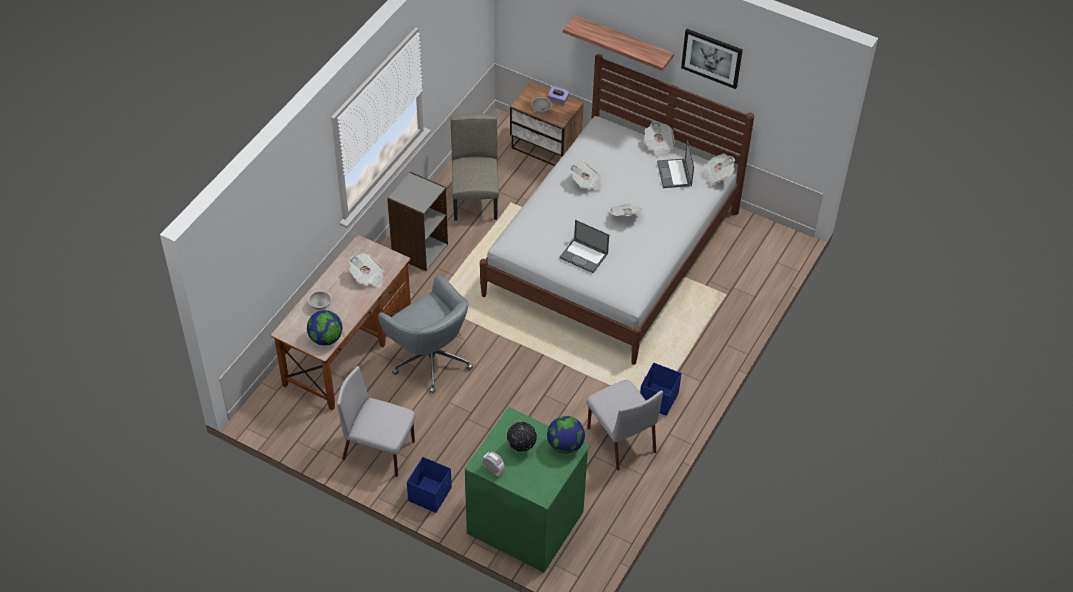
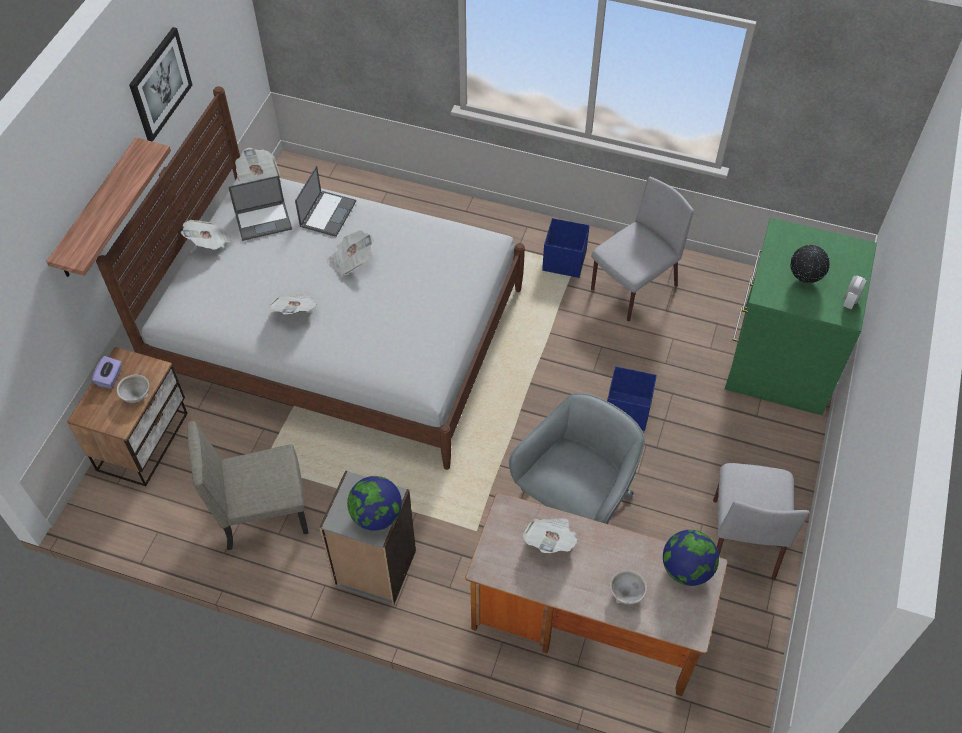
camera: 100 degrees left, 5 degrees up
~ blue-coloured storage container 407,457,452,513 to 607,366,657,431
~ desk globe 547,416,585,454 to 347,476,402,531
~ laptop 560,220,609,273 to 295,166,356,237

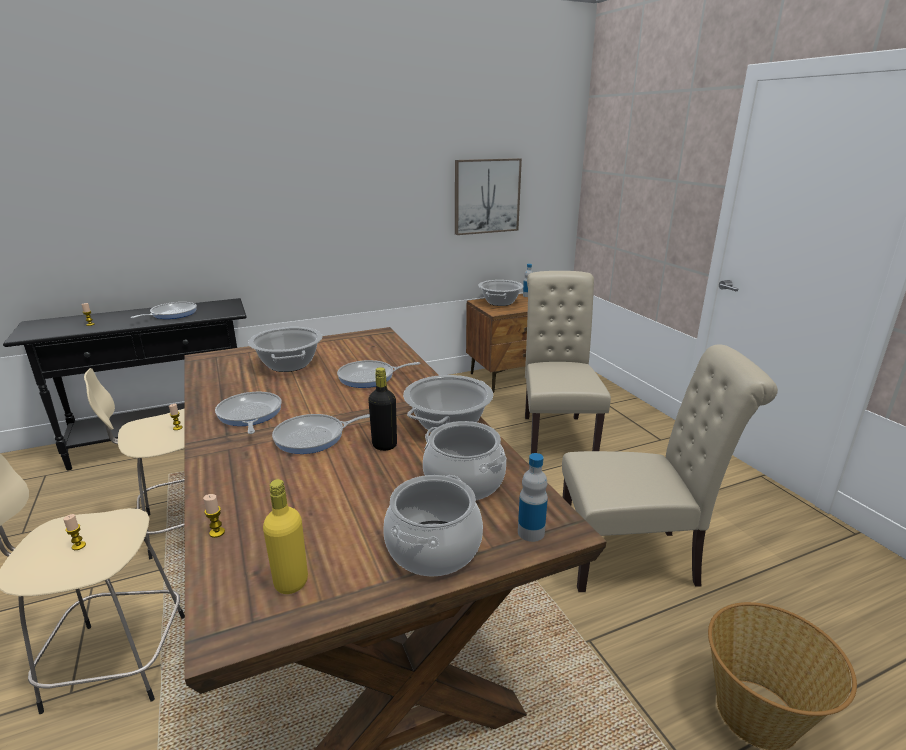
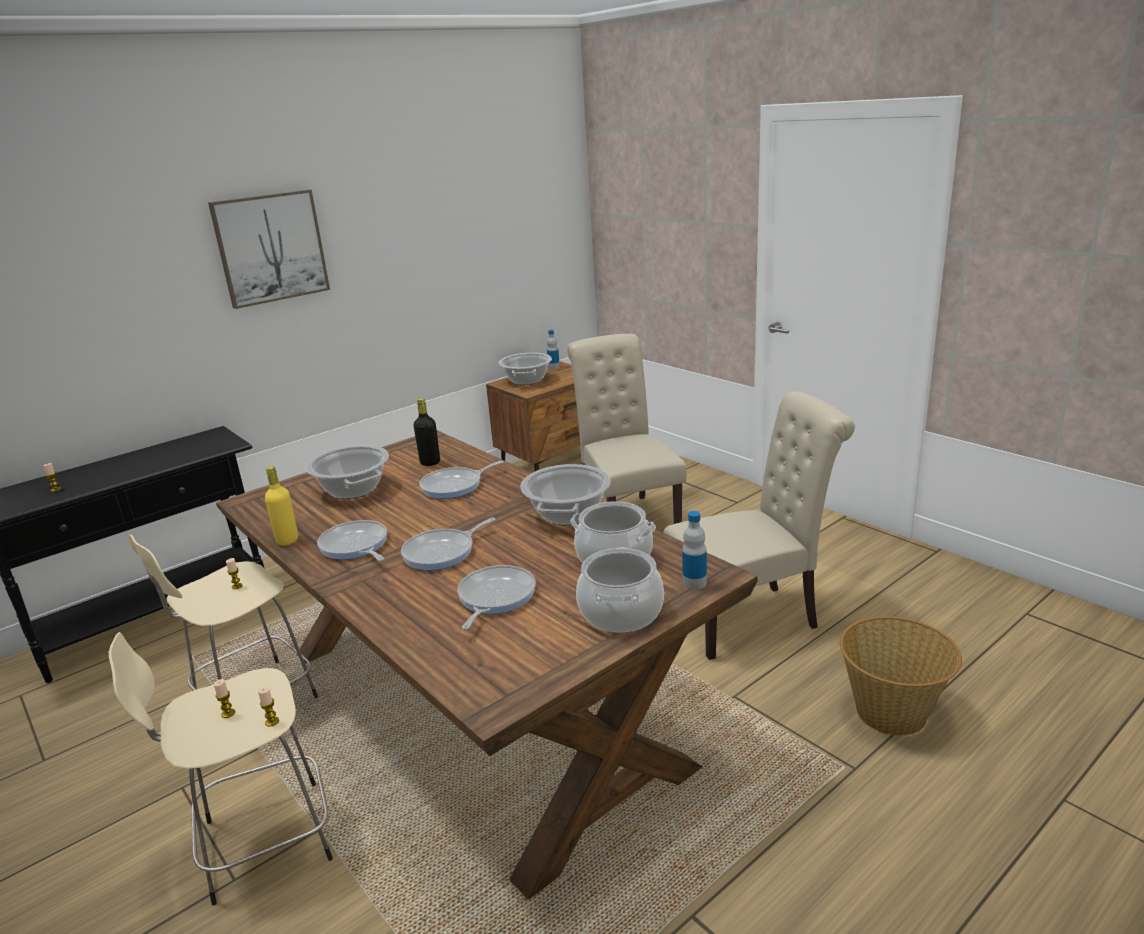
camera: 15 degrees left, 0 degrees up
~ frying pan 130,302,197,319 to 457,565,536,630
~ candle 203,494,225,538 to 258,687,279,727
~ yellowish drink bottle 263,479,308,594 to 265,466,298,546
~ black drink bottle 368,367,397,451 to 414,398,440,466
~ wall picture 455,158,522,235 to 208,190,330,309

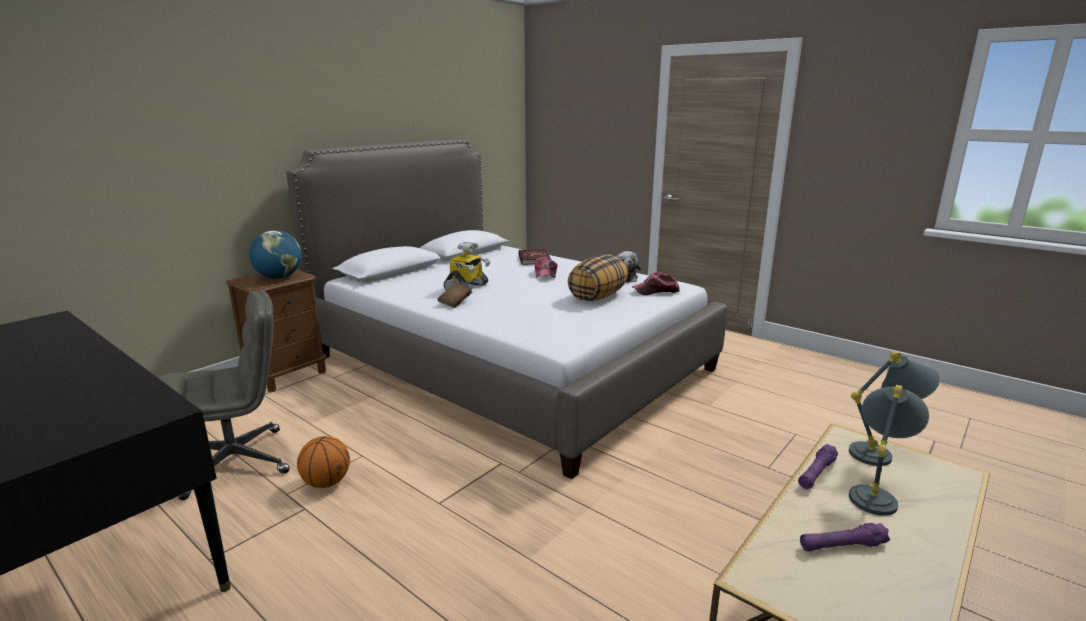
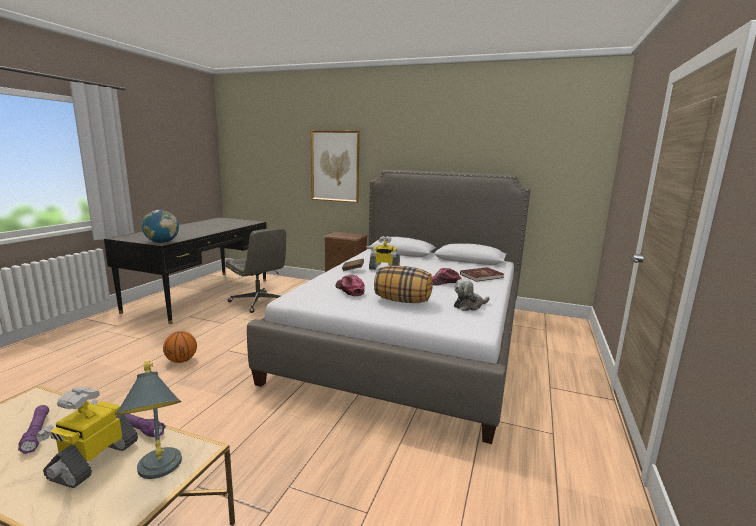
camera: 70 degrees right, 5 degrees down
+ wall picture 311,130,360,203
~ desk globe 249,230,302,279 to 142,210,179,243
~ basketball 297,436,350,488 to 163,331,197,363
~ baseball cap 632,272,680,295 to 336,275,365,296
~ grey table lamp 849,385,929,516 to toy robot 36,386,138,488

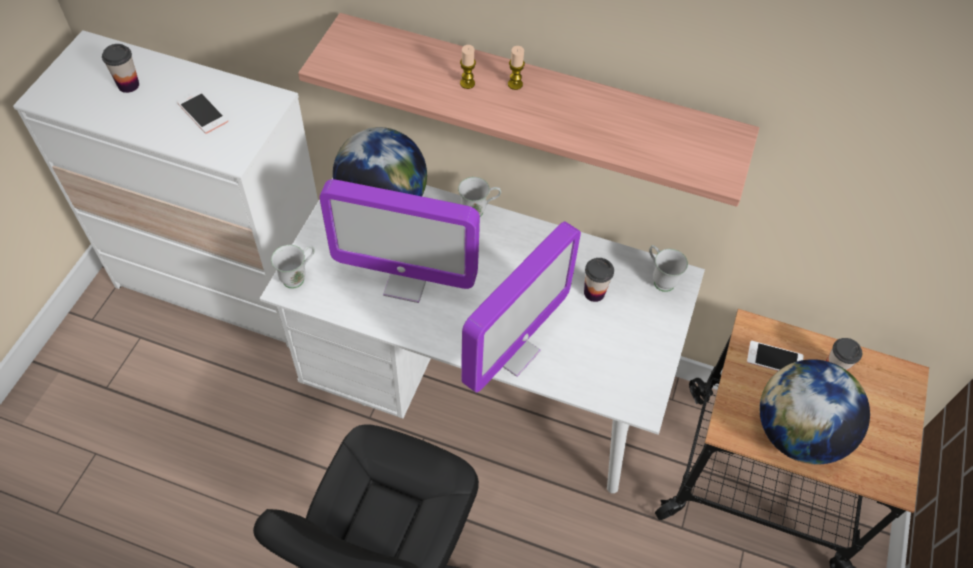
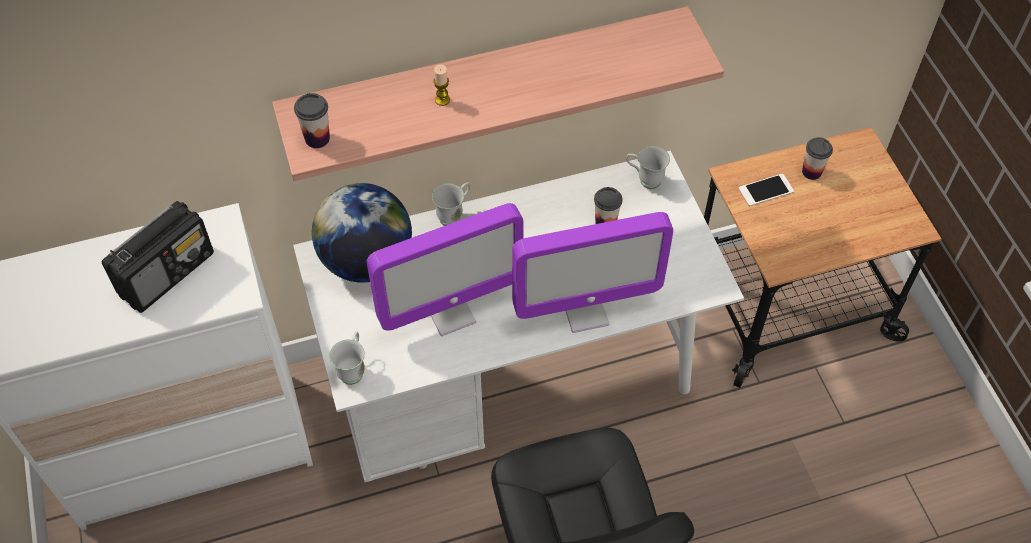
camera: 35 degrees left, 0 degrees up
- candle 508,46,525,90
- desk globe 760,359,870,464
~ cup 102,44,139,93 to 294,93,330,148
~ phone 177,91,228,134 to radio set 102,201,214,313
~ computer display 461,222,581,393 = 512,212,673,333 75 degrees clockwise

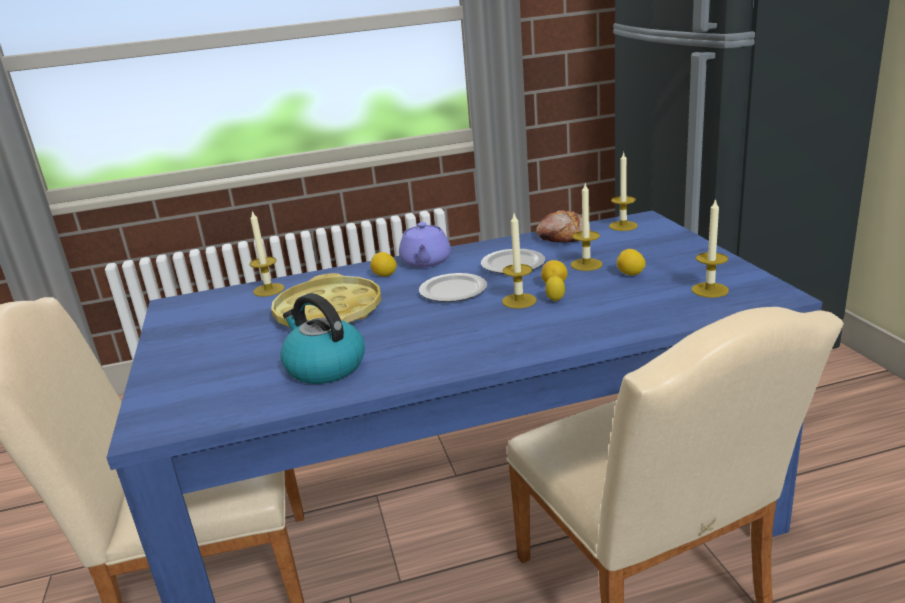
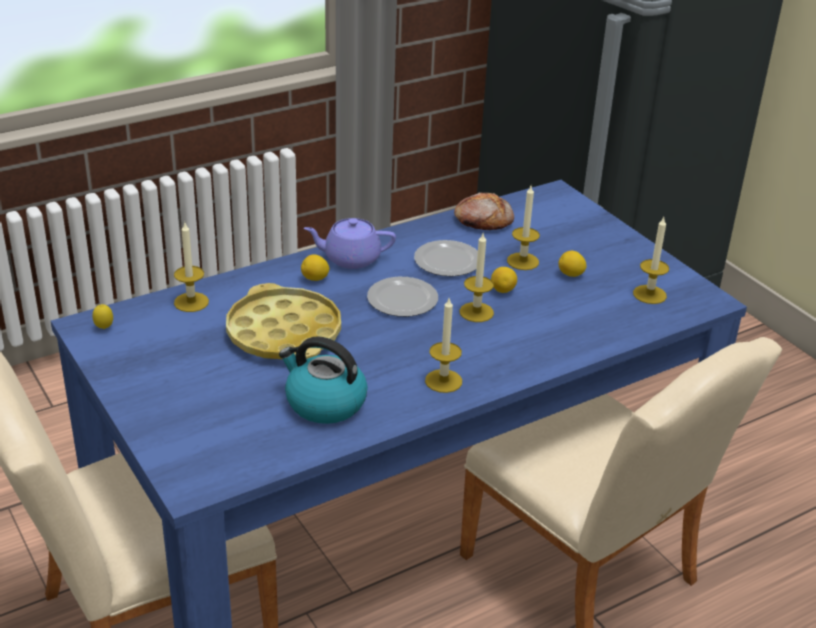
camera: 20 degrees left, 10 degrees up
~ citrus fruit 545,276,565,302 to 93,304,113,329
~ candle 609,153,638,231 to 425,298,462,393
~ purple pot for tea 399,222,451,268 = 304,218,396,269 105 degrees clockwise

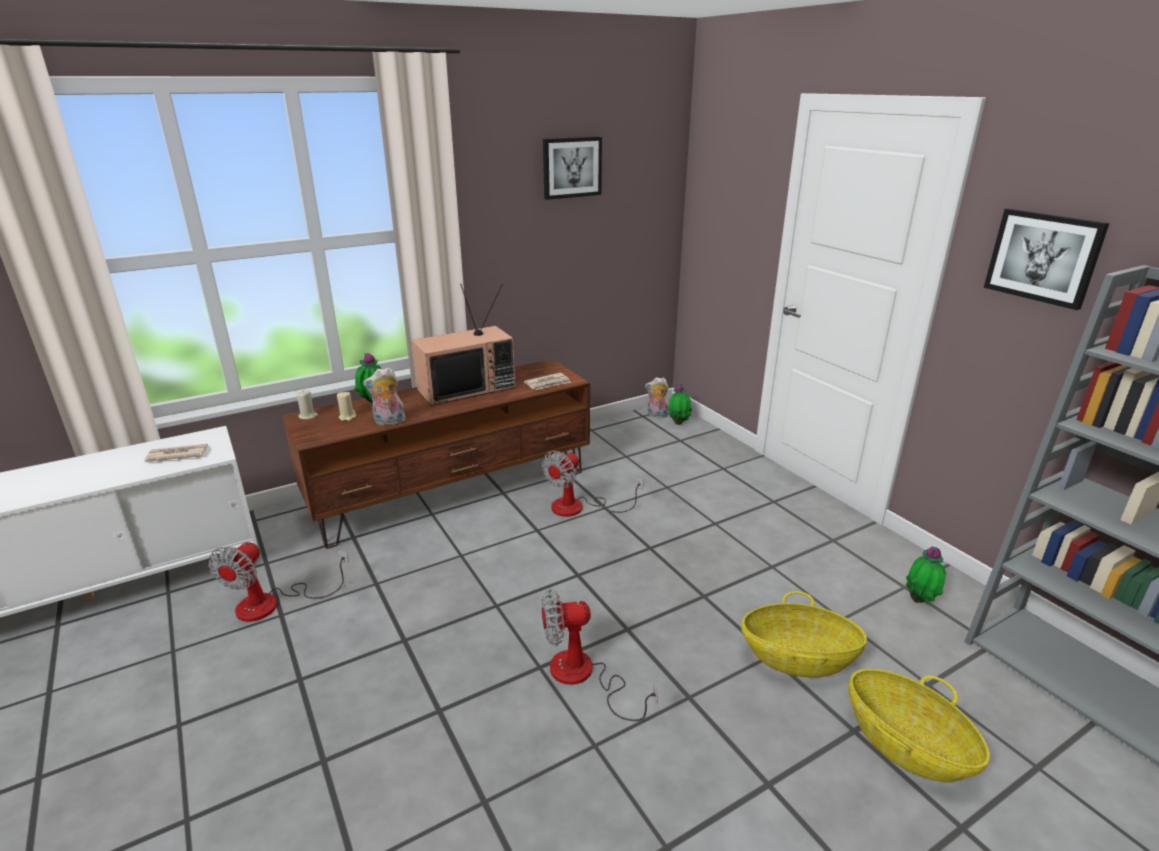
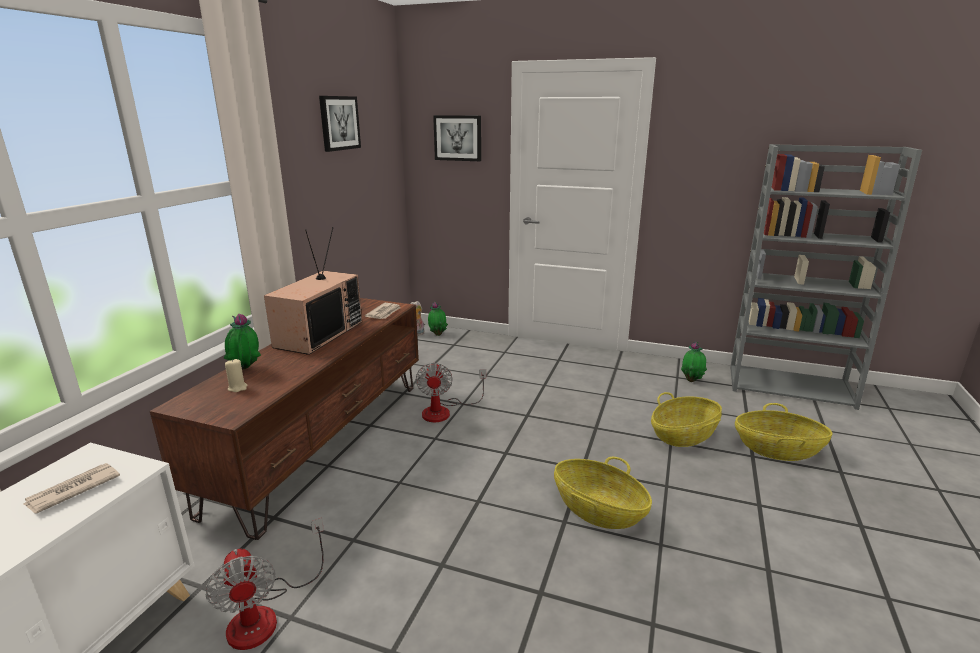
camera: 40 degrees left, 5 degrees down
- beige candle 296,390,318,419
- cuddly toy 363,367,405,426
~ wall picture 984,208,1109,310 to 433,115,481,161
~ cooling fan 542,589,658,721 to storage basket 554,457,652,529

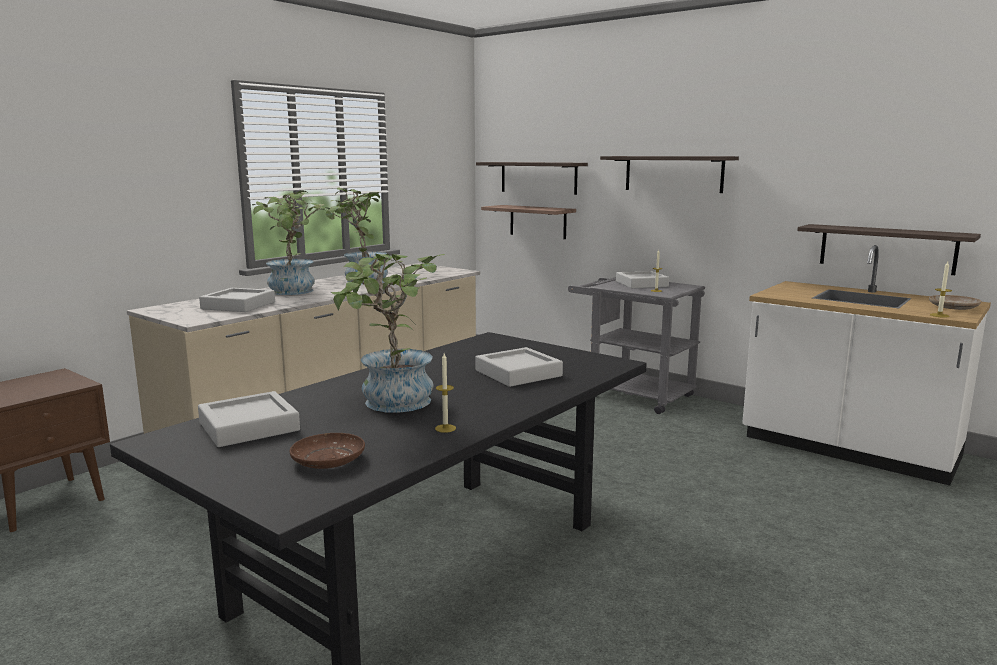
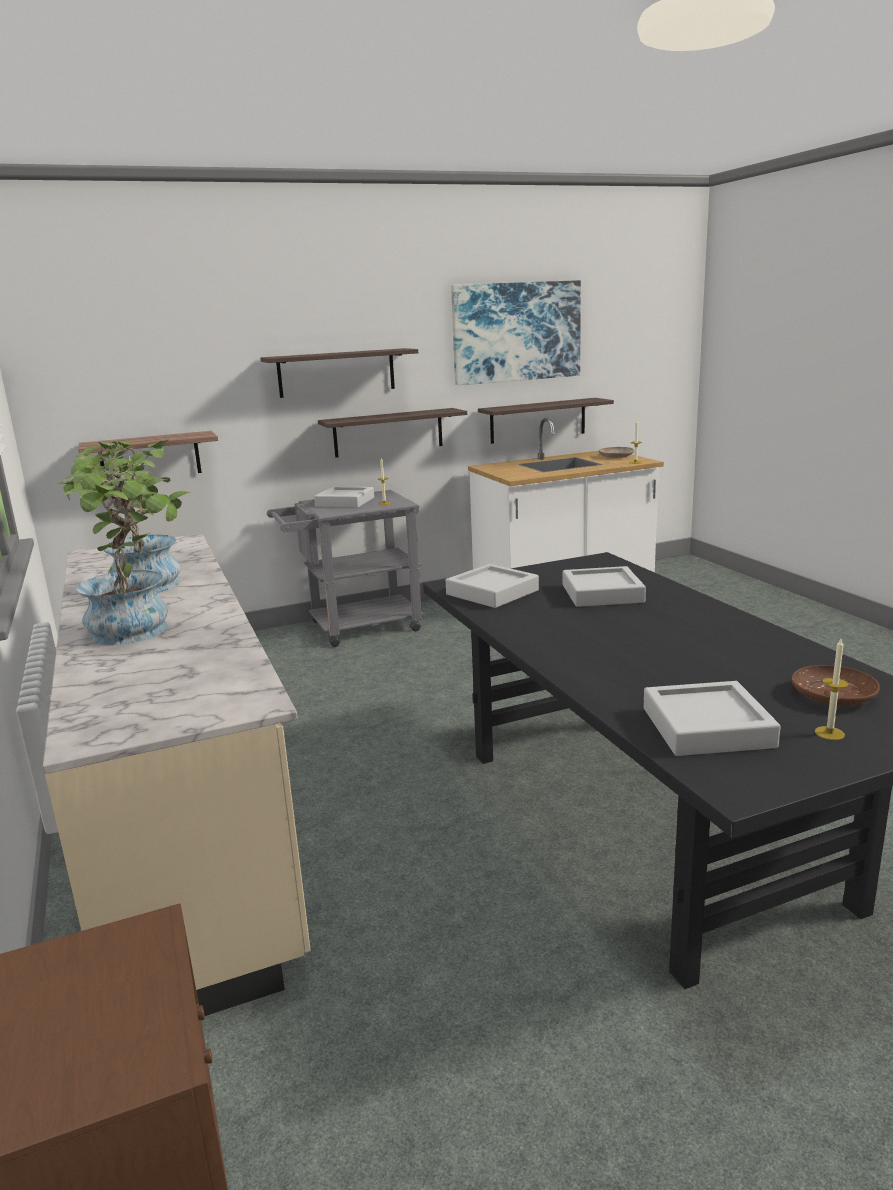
camera: 60 degrees left, 5 degrees up
- houseplant 331,254,445,413
+ wall picture 451,280,581,385
~ grey carrying tray 199,288,275,312 to 446,564,539,608
~ candle 435,353,456,433 to 815,639,849,740
~ wall shelf 476,162,588,195 to 318,408,467,458

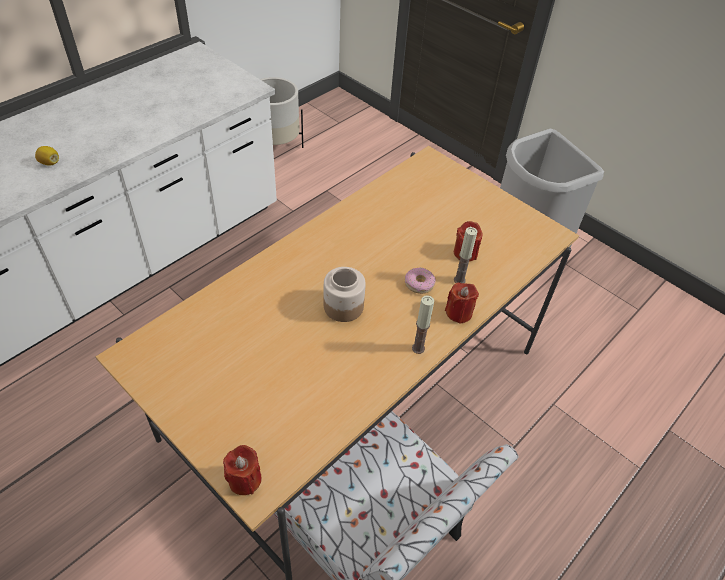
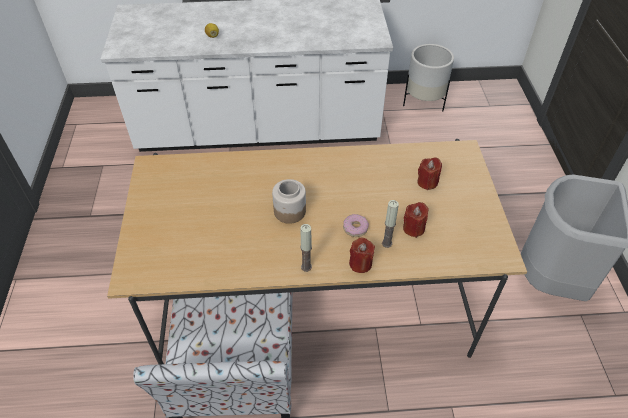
camera: 45 degrees right, 0 degrees up
~ red-coloured candle 223,445,262,495 to 417,157,442,190

